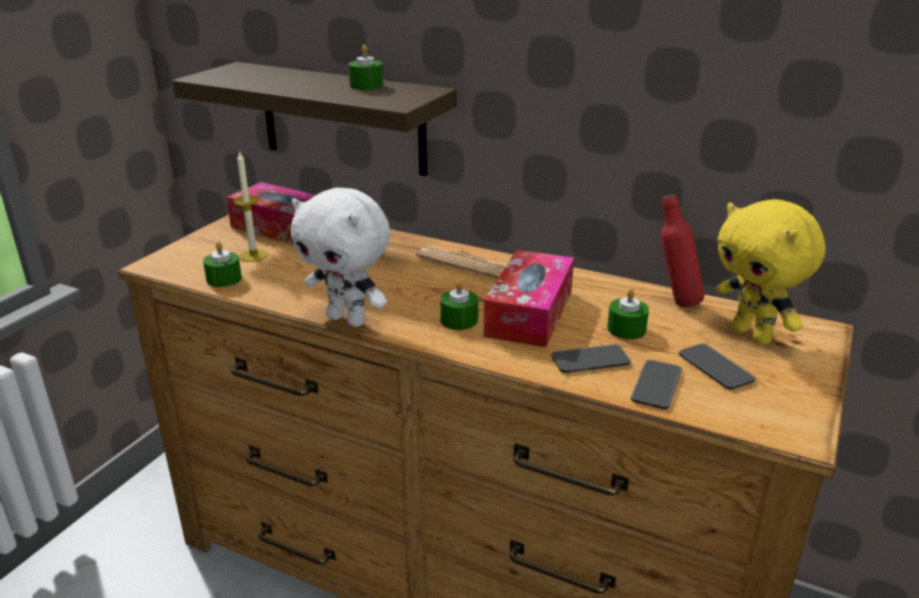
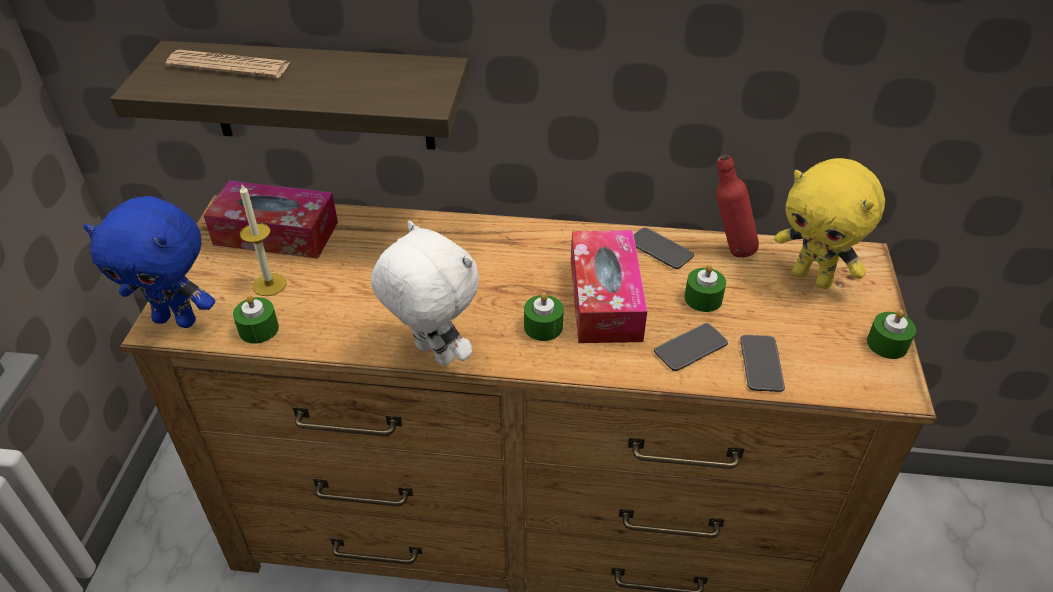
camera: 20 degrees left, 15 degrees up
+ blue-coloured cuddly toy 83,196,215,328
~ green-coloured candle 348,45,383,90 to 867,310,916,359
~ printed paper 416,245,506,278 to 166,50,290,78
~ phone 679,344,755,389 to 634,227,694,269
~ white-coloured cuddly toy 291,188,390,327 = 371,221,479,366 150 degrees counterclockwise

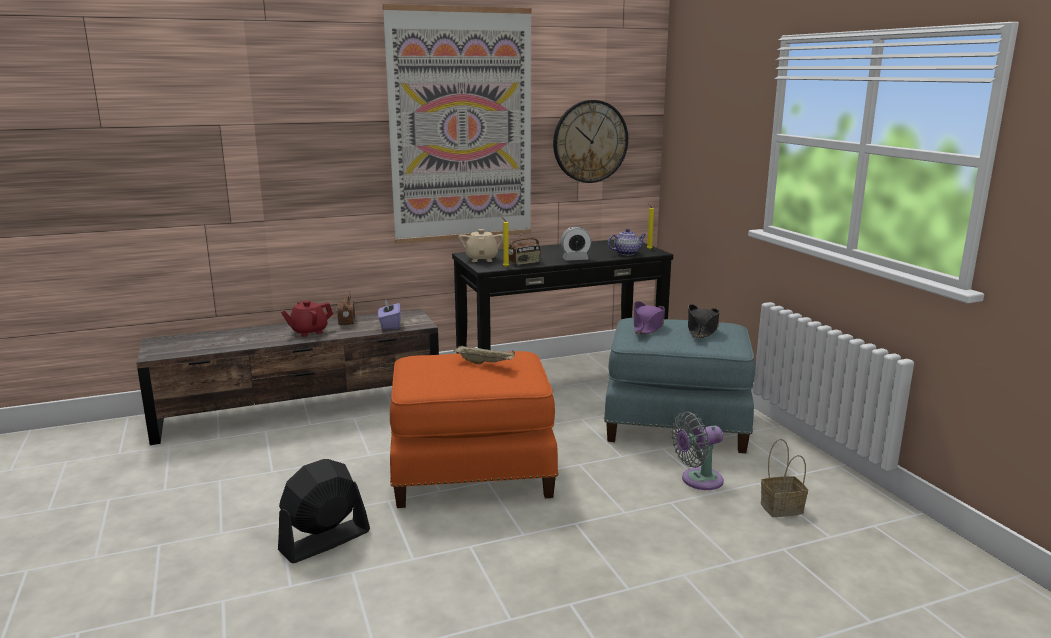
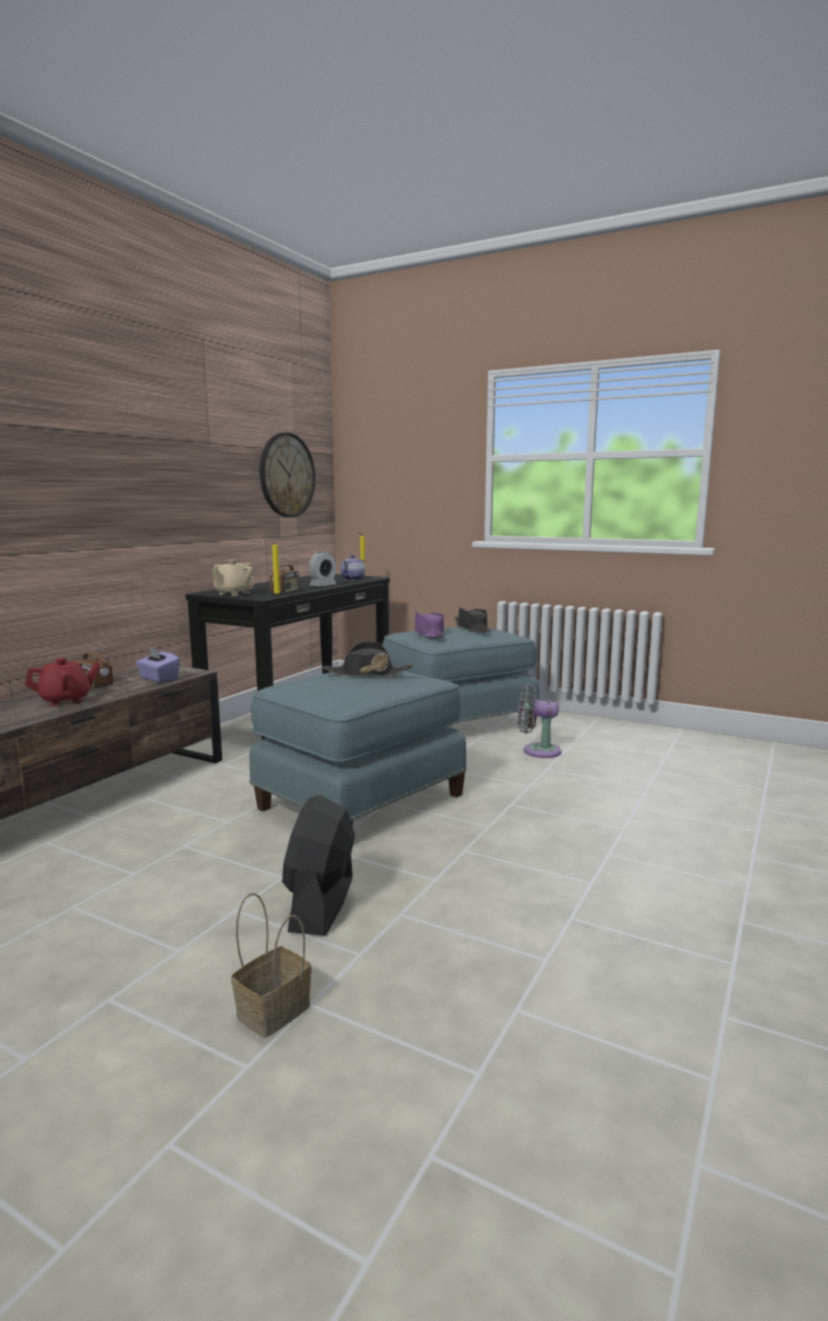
camera: 40 degrees left, 5 degrees down
- wall picture 383,4,532,244
~ storage basket 761,439,808,517 to 231,893,312,1038
~ beige carrying tray 453,345,515,365 to black clothing hat 322,641,413,677
~ orange pouffe 390,351,559,508 to blue-coloured pouffe 249,671,467,827
~ red-coloured pot for tea 281,301,333,337 = 25,658,100,706 135 degrees counterclockwise
~ beige pot for tea 458,229,503,262 = 212,559,255,596 105 degrees counterclockwise
~ grey cooling fan 672,412,724,490 = 518,683,561,758 75 degrees clockwise

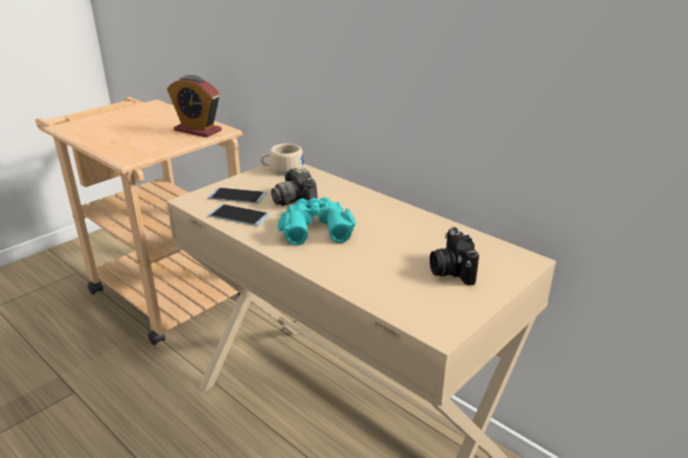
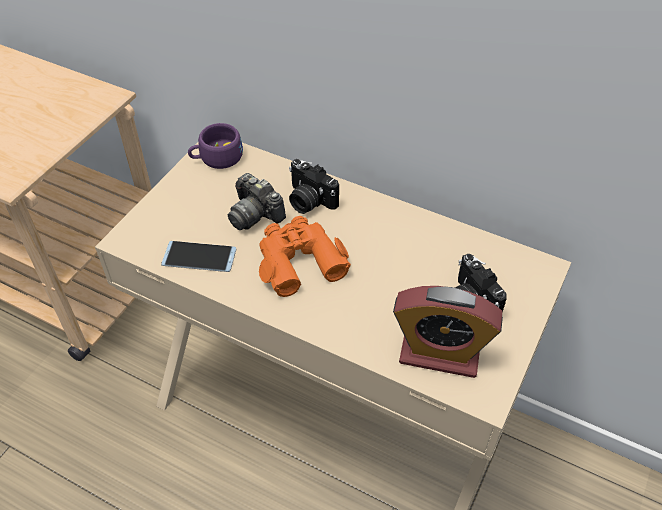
camera: 15 degrees left, 20 degrees up
- phone 208,188,267,204
+ photo camera 289,159,339,214
~ table clock 167,75,222,137 to 393,286,503,378
~ beige cup 260,143,304,174 to purple cup 188,123,243,169
~ turquoise pair of binoculars 277,197,356,246 to orange pair of binoculars 259,216,351,297

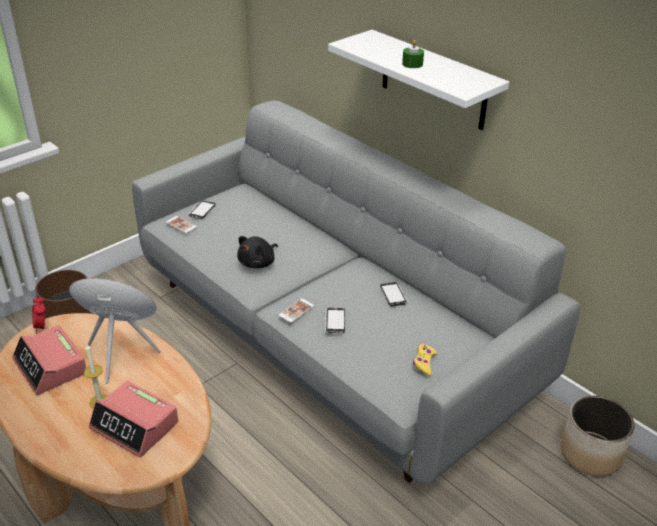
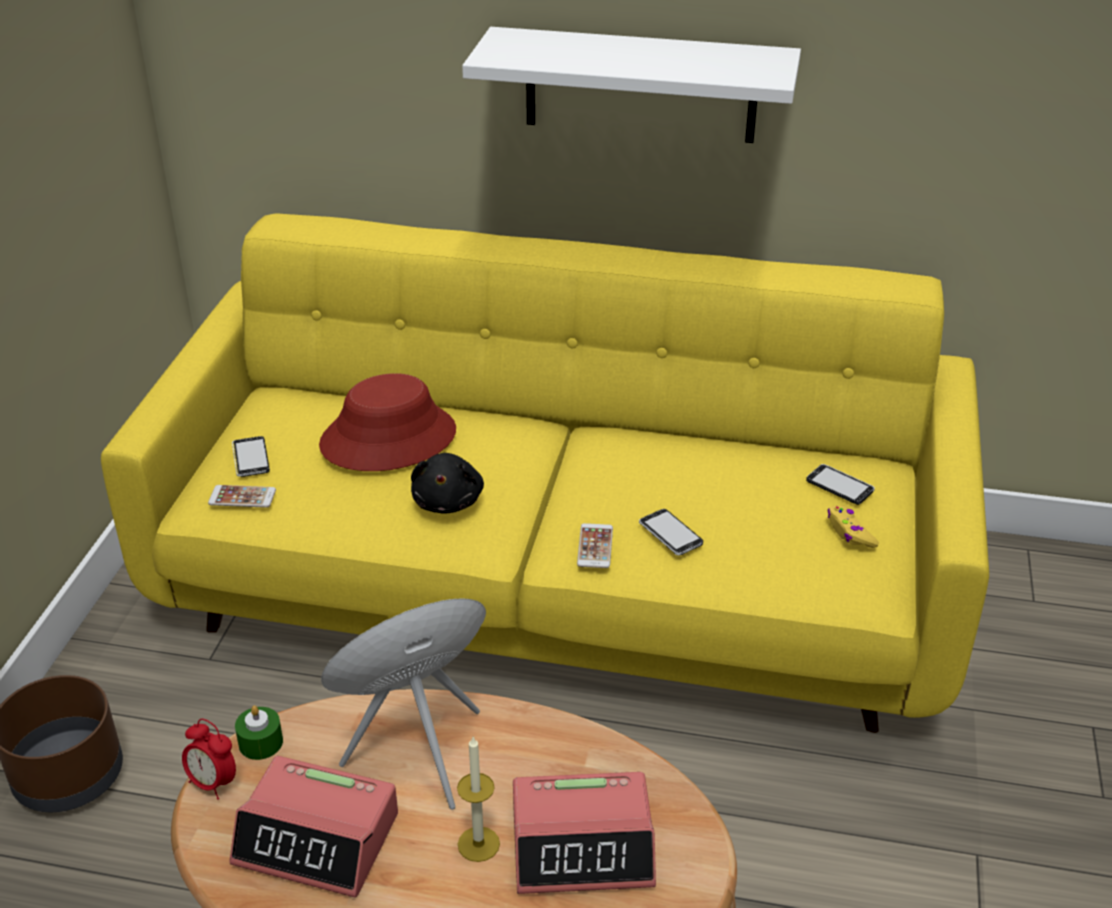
camera: 35 degrees left, 0 degrees up
- flower pot 560,396,635,476
+ red-coloured clothing hat 319,373,456,471
~ phone 380,282,408,307 to 806,464,875,505
~ green-coloured candle 402,40,424,68 to 235,706,283,760
~ grey sofa 132,100,580,485 to yellowish sofa 101,213,989,733

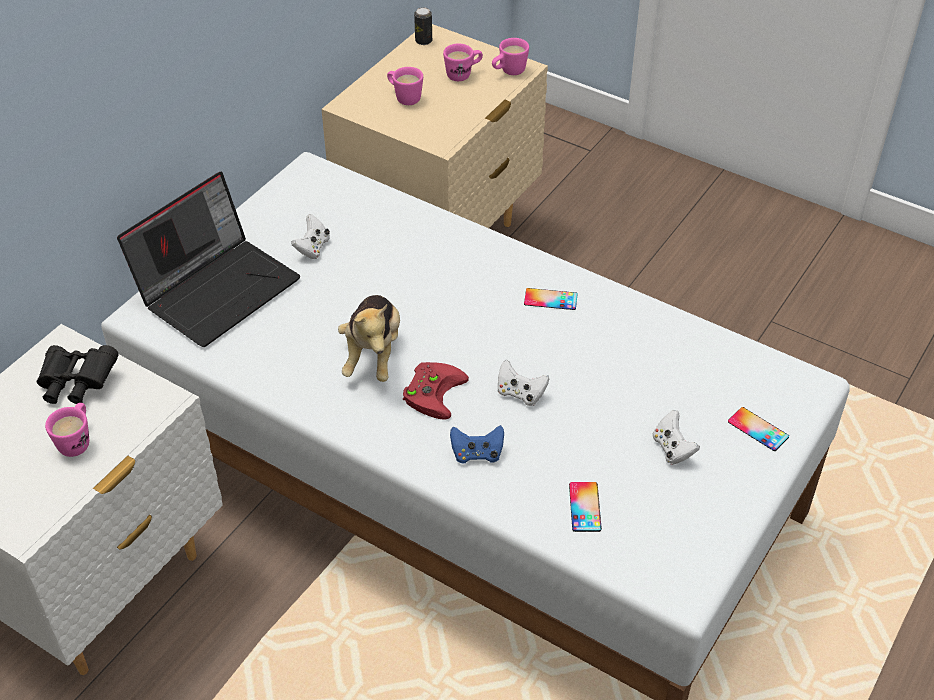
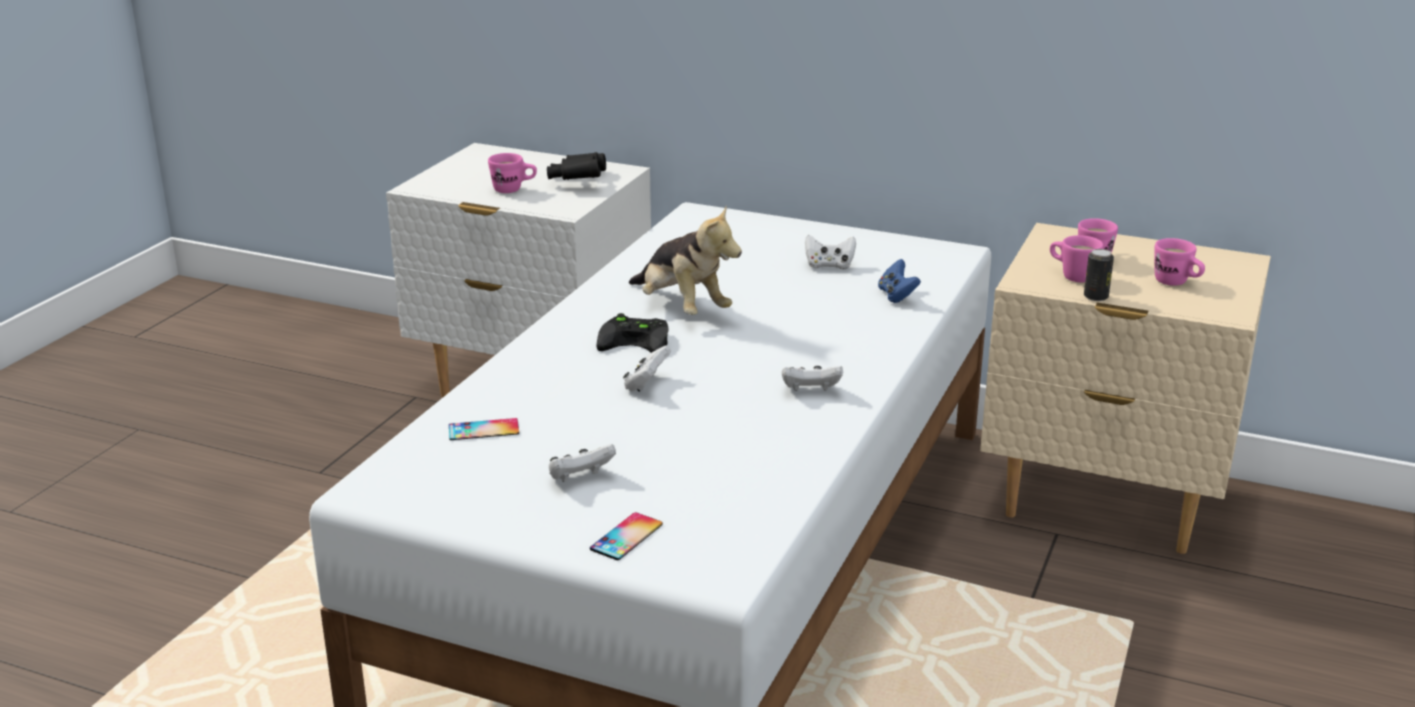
camera: 80 degrees right, 20 degrees down
- laptop 117,172,300,347
~ can 414,7,432,45 to 1084,249,1114,301
~ blue-coloured joypad 450,425,504,463 to 878,259,921,303
~ pinkish mug 492,38,529,75 to 1050,235,1103,282
~ phone 524,288,578,310 to white-coloured joypad 782,366,843,391
~ red-coloured joypad 403,362,469,420 to black joypad 596,313,668,353
~ cuddly toy 338,295,400,382 = 629,206,742,315 120 degrees counterclockwise

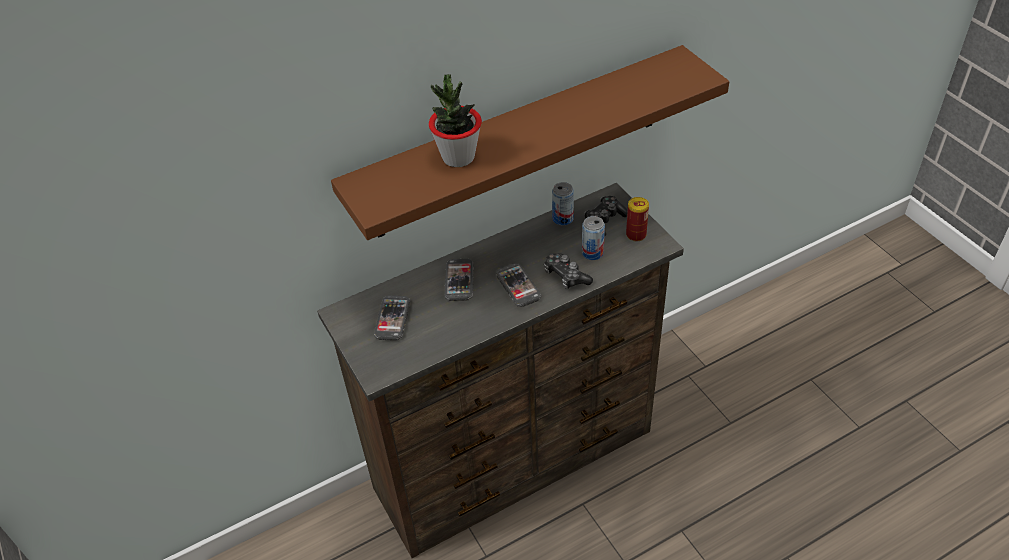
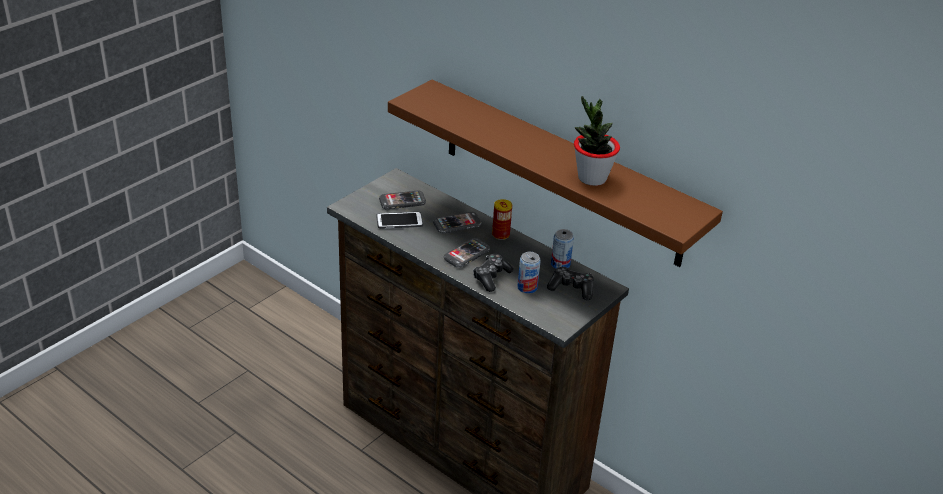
camera: 65 degrees right, 10 degrees down
+ phone 376,212,423,229
~ houseplant 429,74,482,167 to 574,96,620,186
~ can 626,197,649,242 to 492,199,512,240

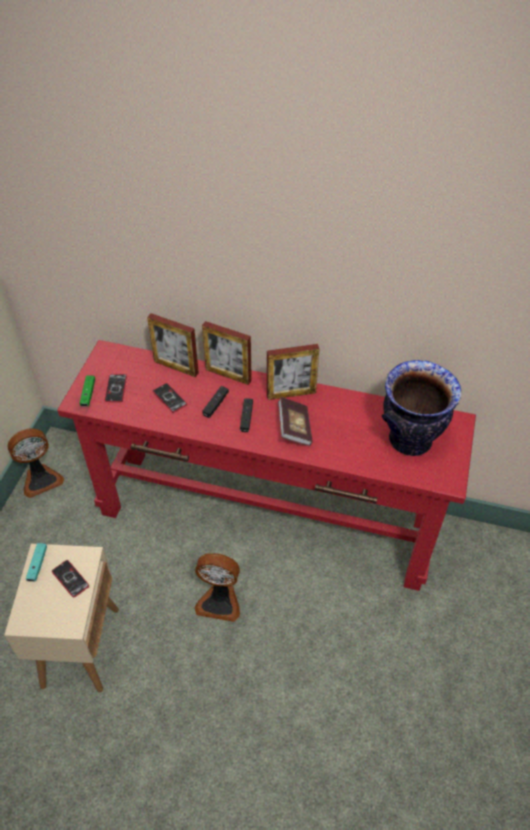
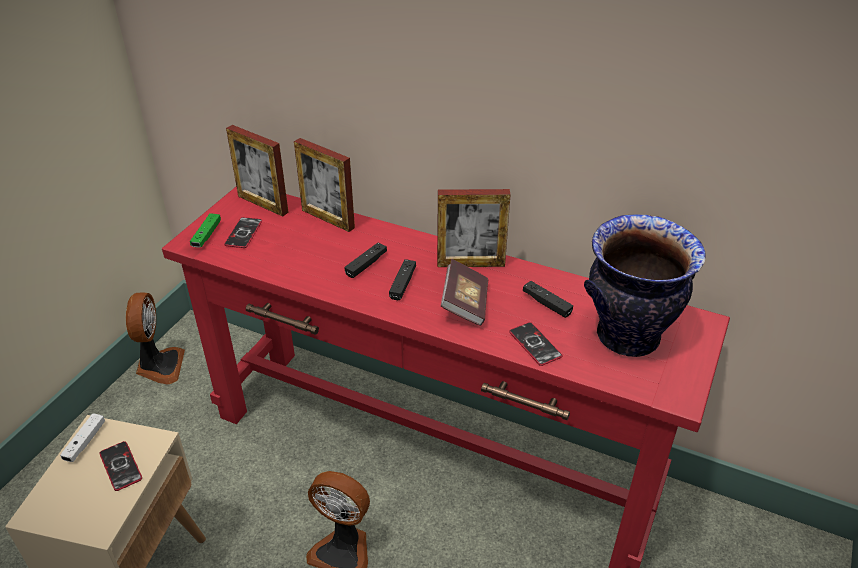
camera: 10 degrees right, 10 degrees down
+ black joypad 523,281,573,318
~ phone 153,383,187,413 to 509,322,562,366
~ picture frame 202,321,252,385 to 226,125,289,217
~ turquoise joypad 26,543,47,582 to white-coloured joypad 60,413,105,462
~ cooling fan 7,428,64,498 = 126,292,185,384 75 degrees counterclockwise

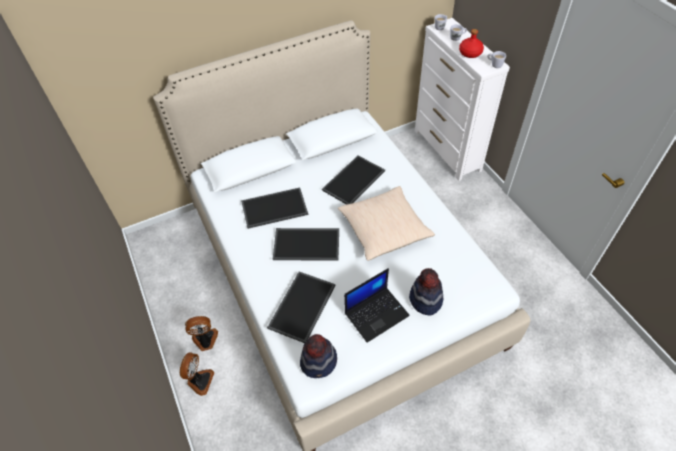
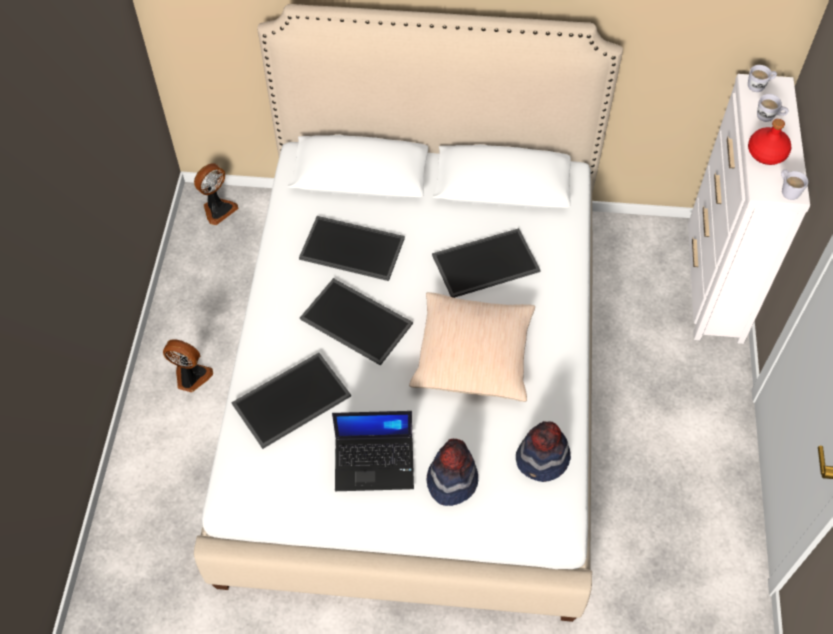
camera: 30 degrees right, 5 degrees up
~ cooling fan 180,352,215,396 to 194,163,238,225
~ clothing hat 300,334,337,378 to 516,421,571,482

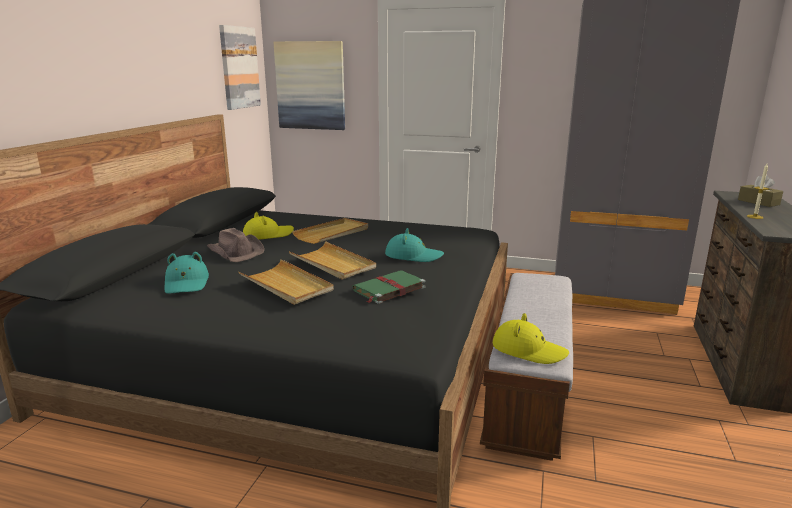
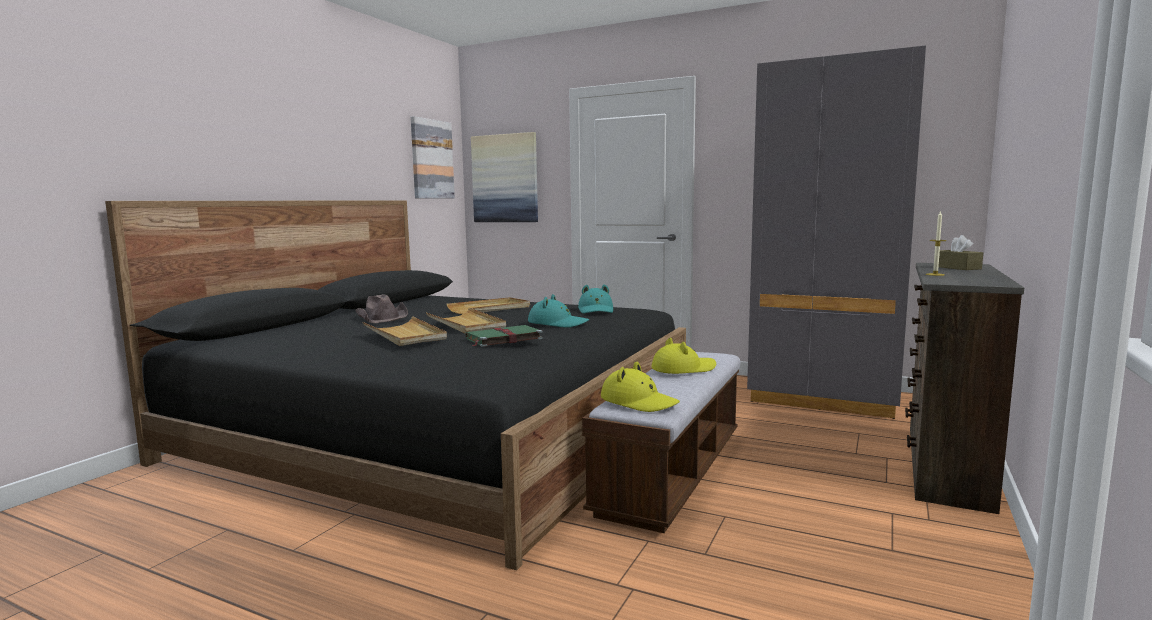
camera: 10 degrees right, 10 degrees down
~ turquoise clothing hat 164,252,209,293 to 578,284,613,314
~ yellowish clothing hat 243,212,294,240 to 652,337,716,374

